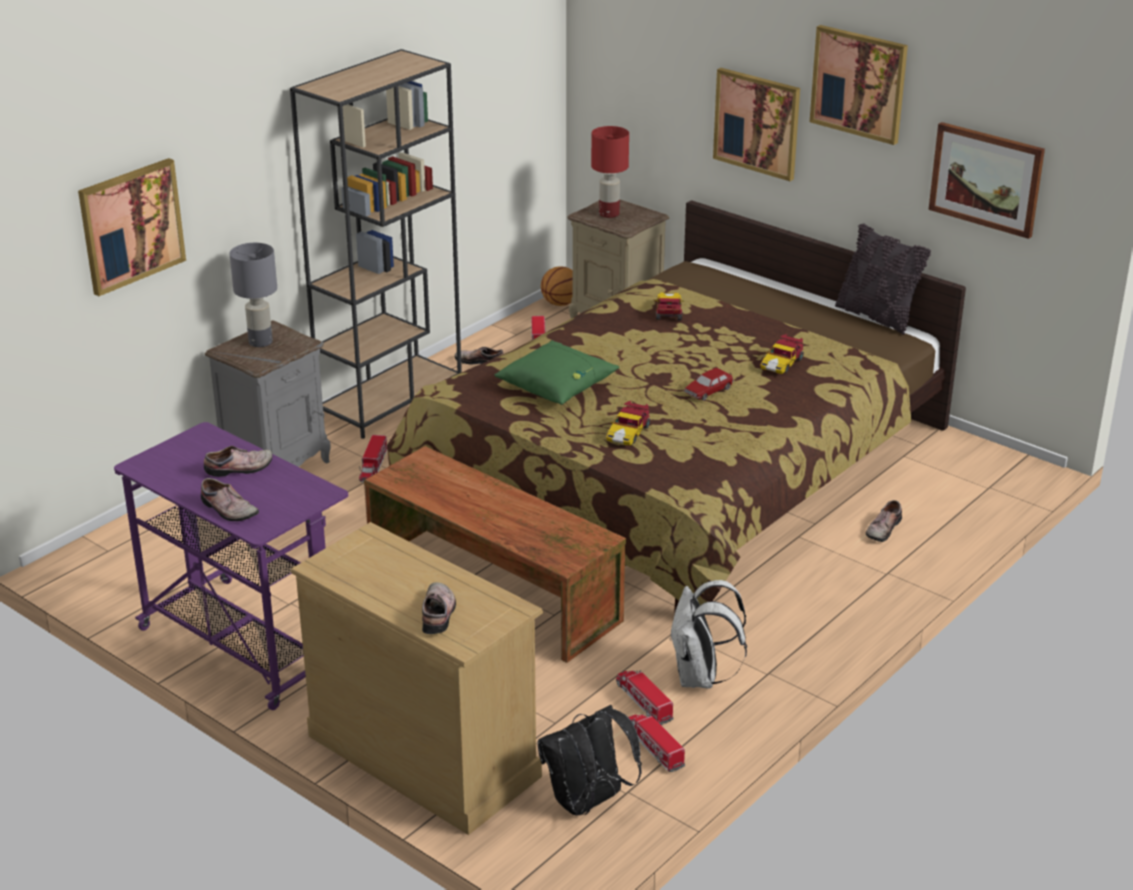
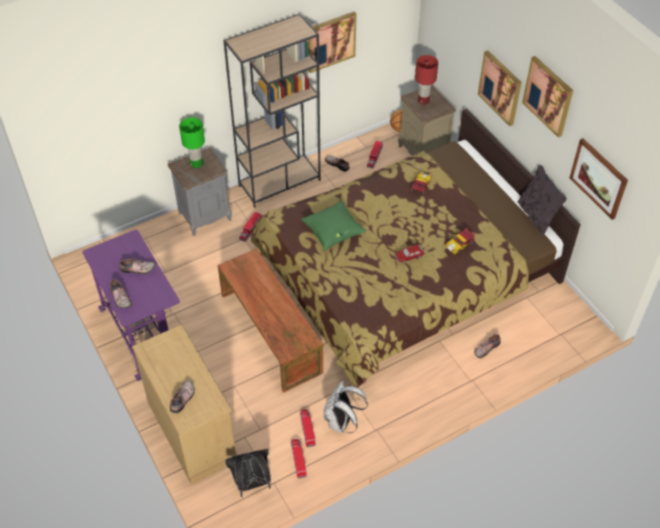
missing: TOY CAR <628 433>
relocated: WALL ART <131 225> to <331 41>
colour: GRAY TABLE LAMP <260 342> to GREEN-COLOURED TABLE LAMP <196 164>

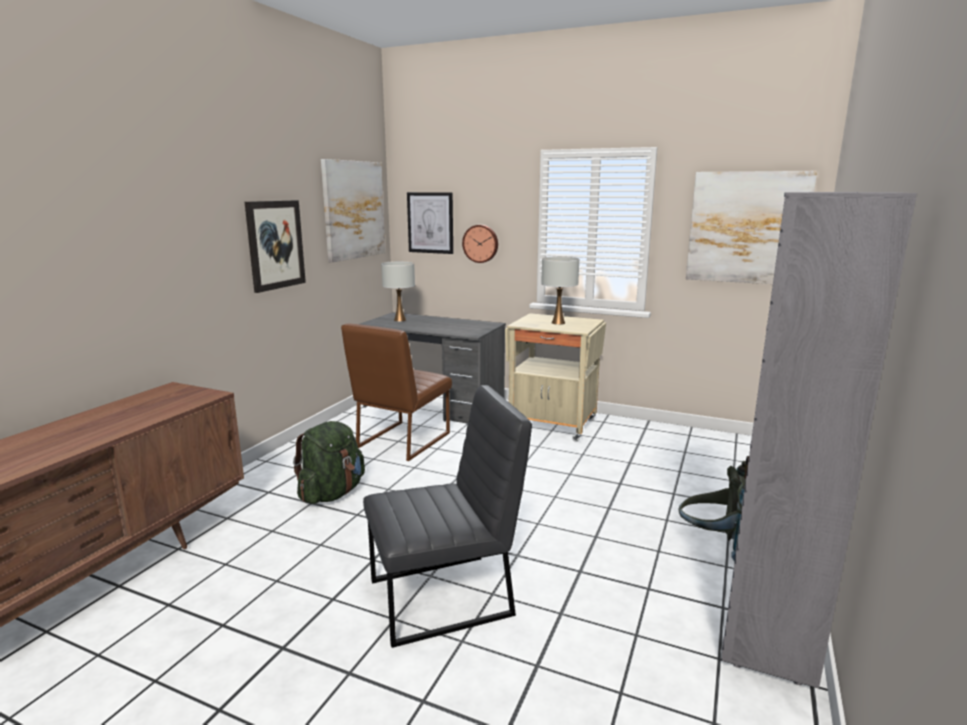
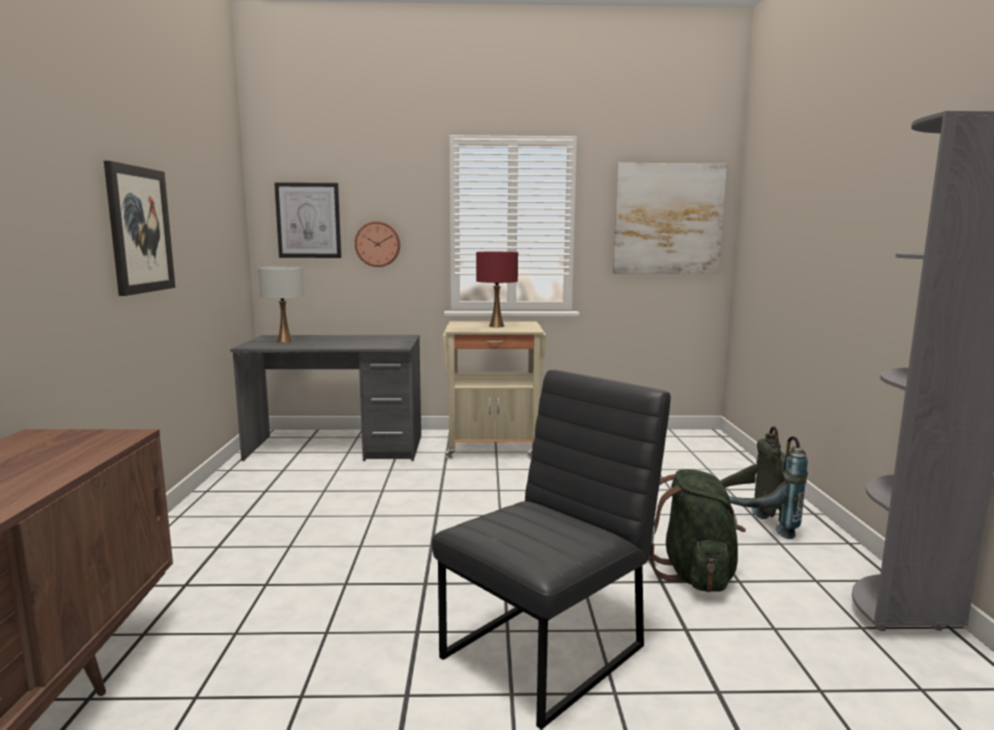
missing: WALL ART <354 210>; BROWN CHAIR <401 441>
relocated: GREEN-COLOURED RUCKSACK <332 493> to <694 574>
colour: WHITE-COLOURED TABLE LAMP <558 323> to RED TABLE LAMP <496 326>

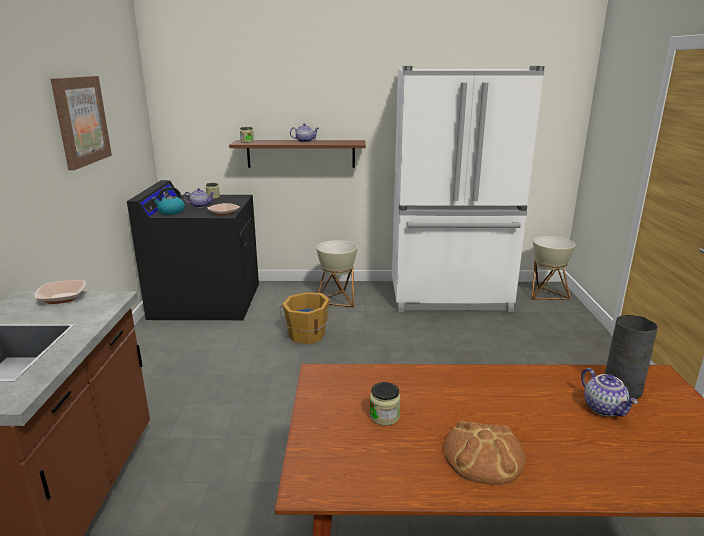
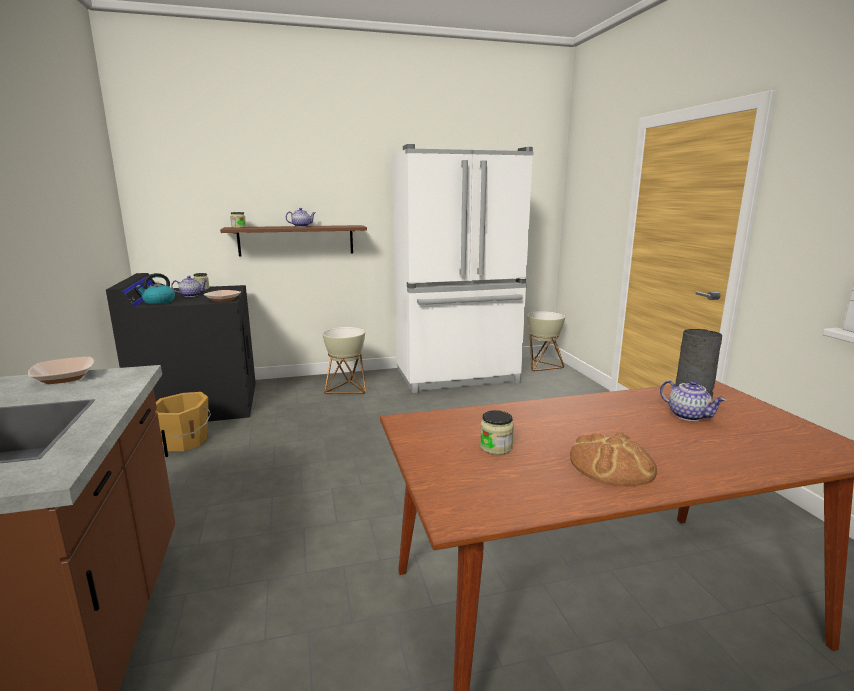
missing: WALL ART <81 121>
relocated: ORANGEY BUCKET <306 335> to <184 442>

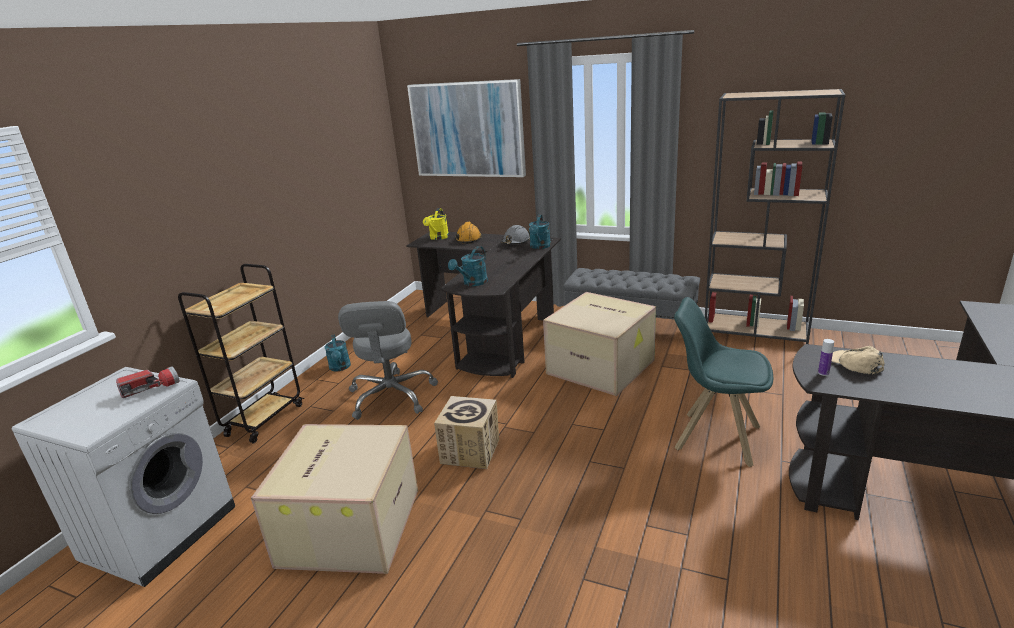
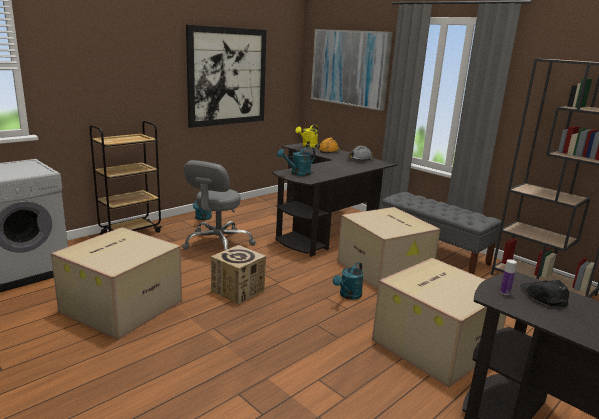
missing: FLASHLIGHT <151 389>
appeared: WALL ART <227 76>
relocated: TURQUOISE WATERING CAN <539 247> to <348 296>
exchanged: TURQUOISE CHAIR <716 438> to CARTON <434 344>
colour: BEIGE-COLOURED PEAKED CAP <854 364> to BLACK-COLOURED PEAKED CAP <543 295>

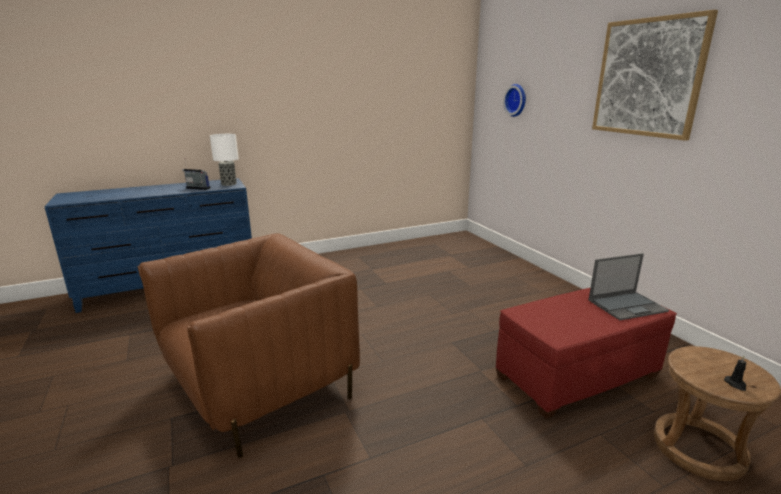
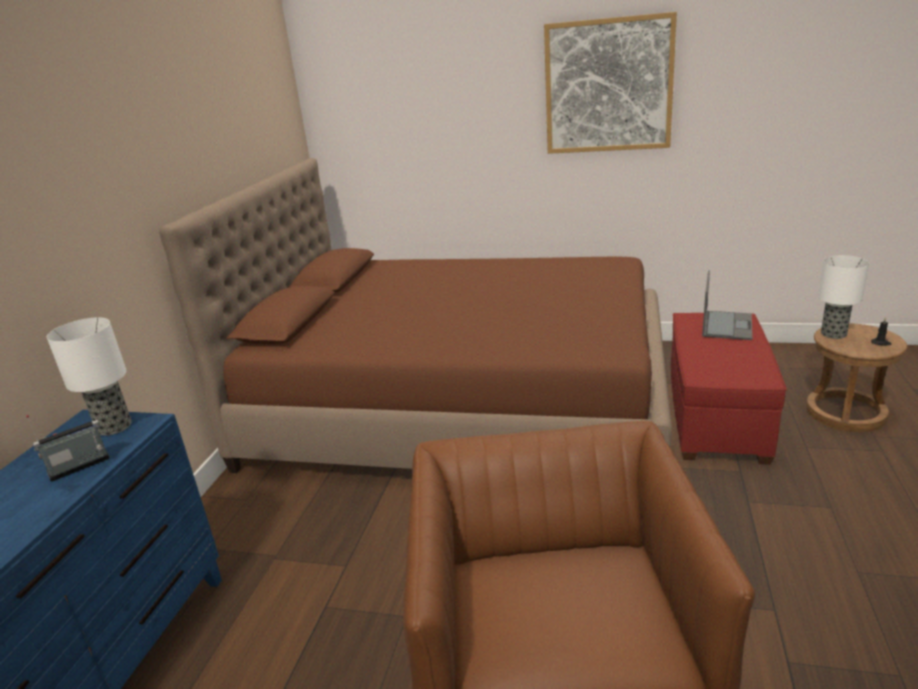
missing: HANGING CLOCK <517 100>
appeared: BROWN SLEEPING BED <461 405>; TABLE LAMP <834 334>

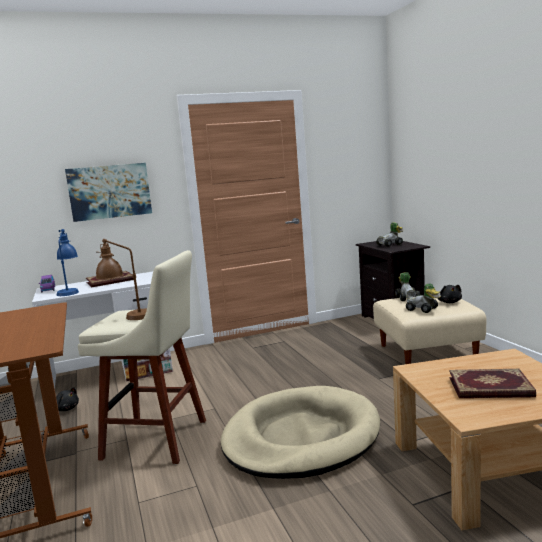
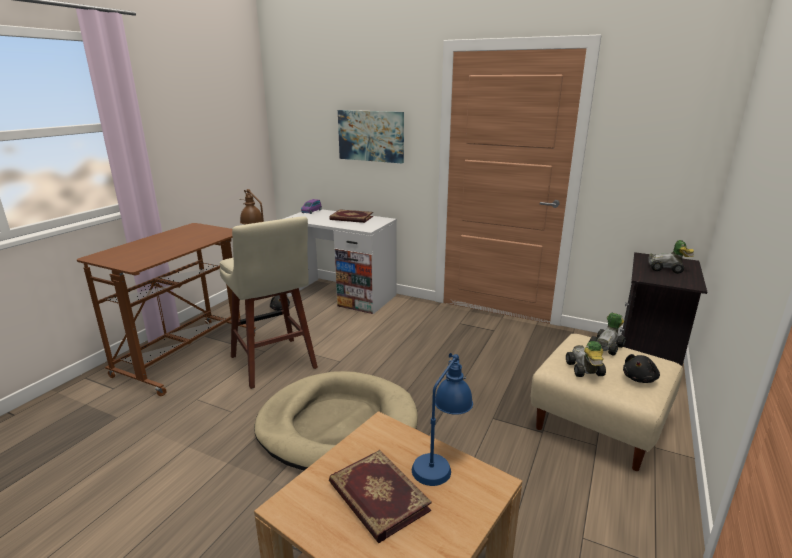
relocated: BLUE TABLE LAMP <69 291> to <441 460>

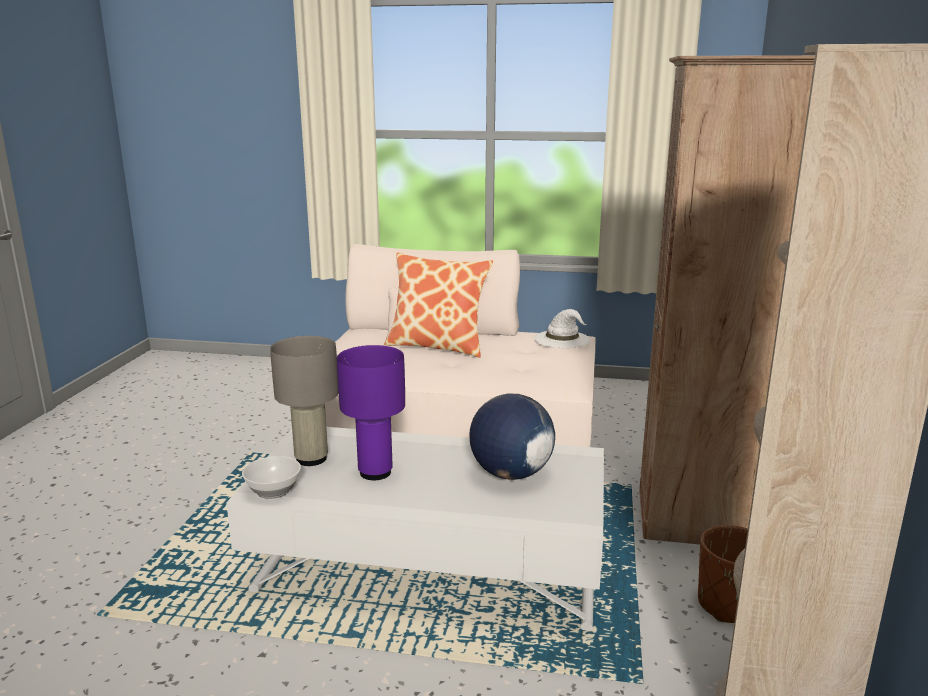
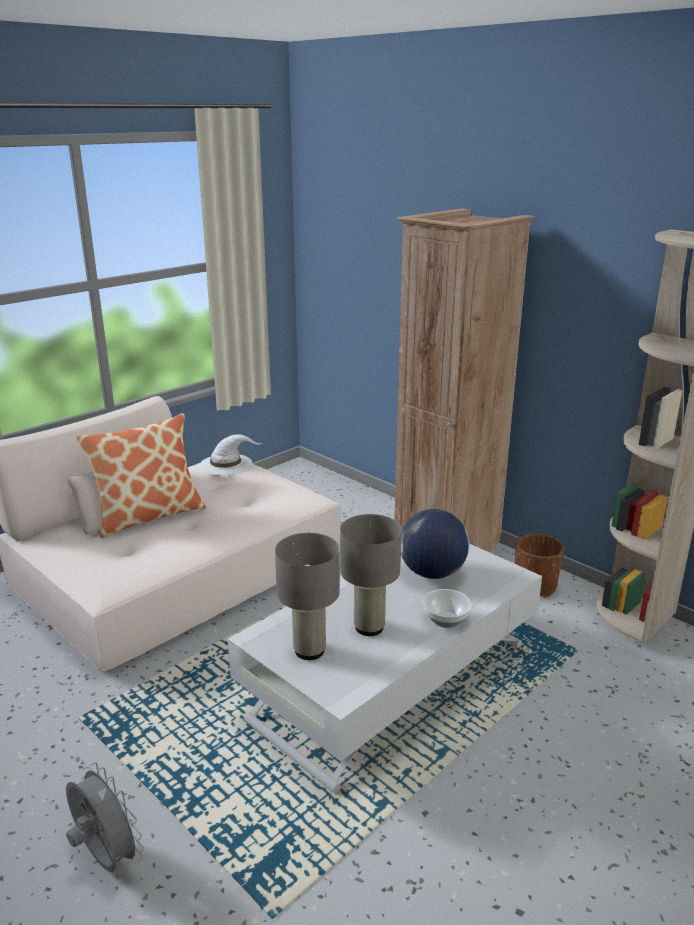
appeared: GRAY COOLING FAN <106 858>
relocated: DEEP DISH <273 491> to <447 620>
colour: PURPLE TABLE LAMP <375 472> to GRAY TABLE LAMP <368 627>

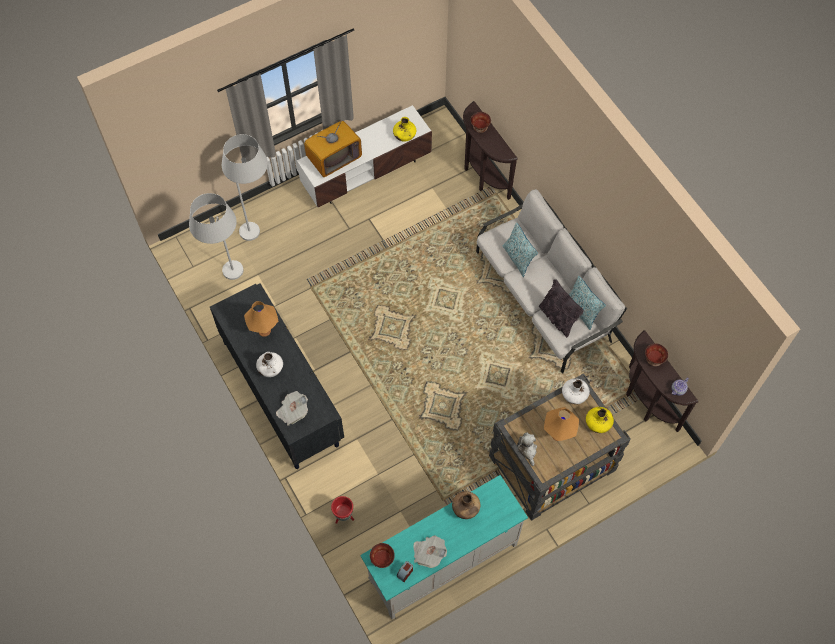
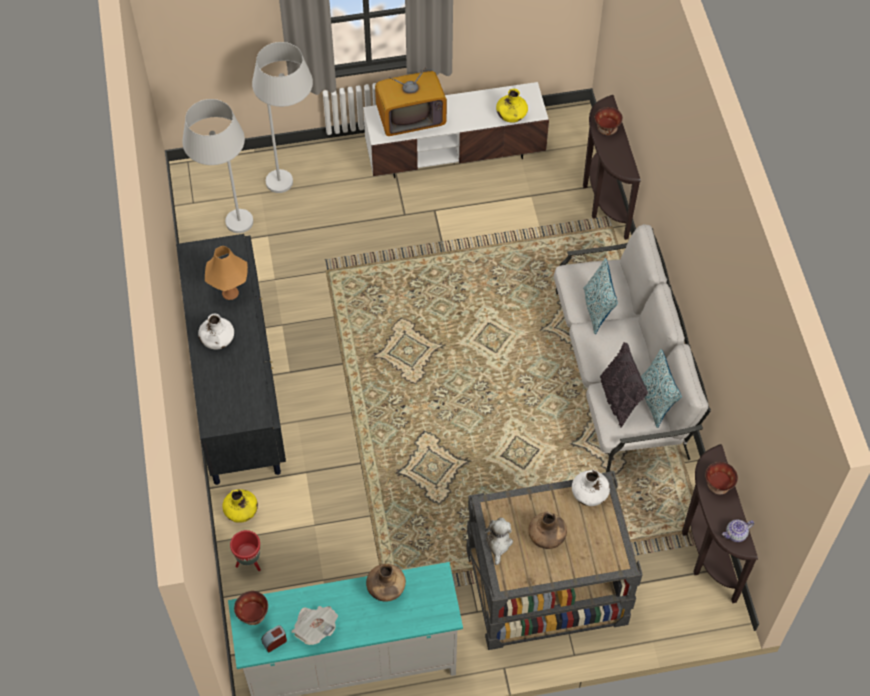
missing: PRINTED PAPER <292 411>
relocated: YELLOWISH DECORATIVE VASE <598 424> to <241 512>
exchanged: ORANGEY TABLE LAMP <558 434> to BROWN DECORATIVE VASE <547 537>

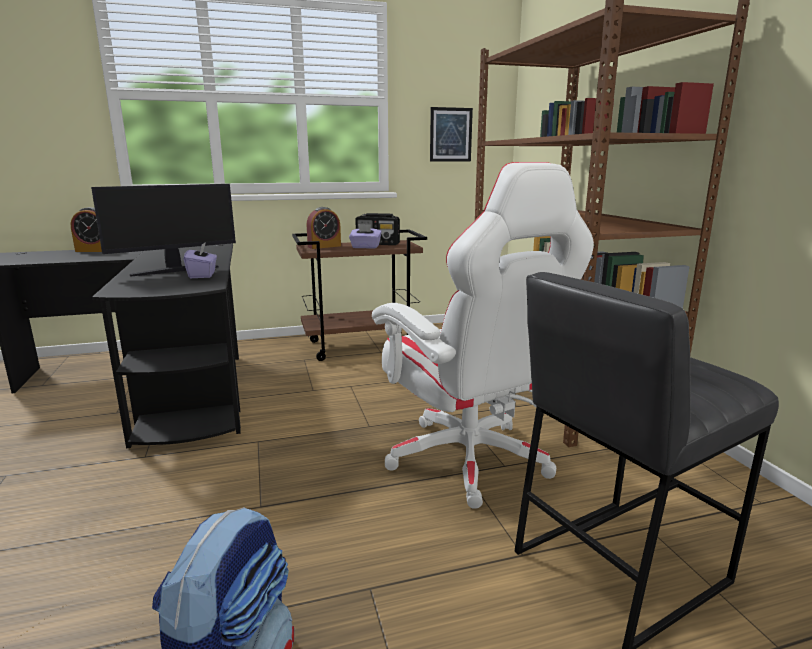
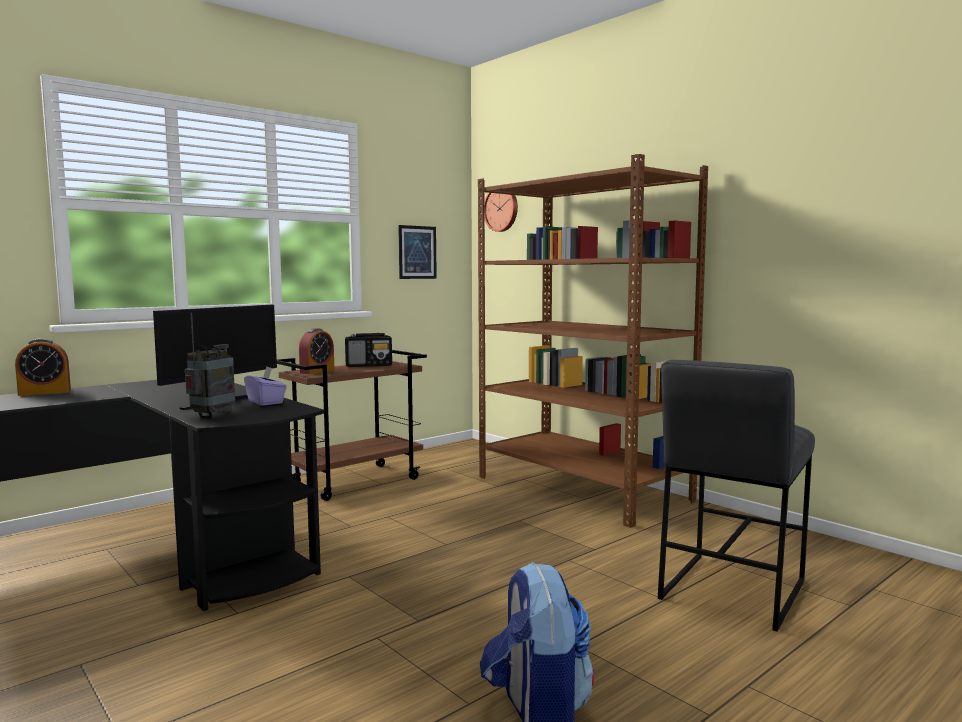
missing: PURPLE TISSUE HOLDER <365 247>; WHITE-COLOURED COMPUTER CHAIR <468 458>
appeared: RADIO SET <213 416>; HANGING CLOCK <502 208>

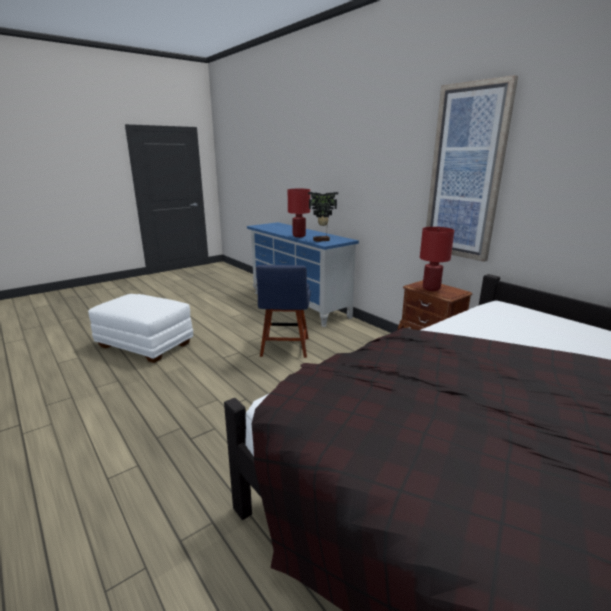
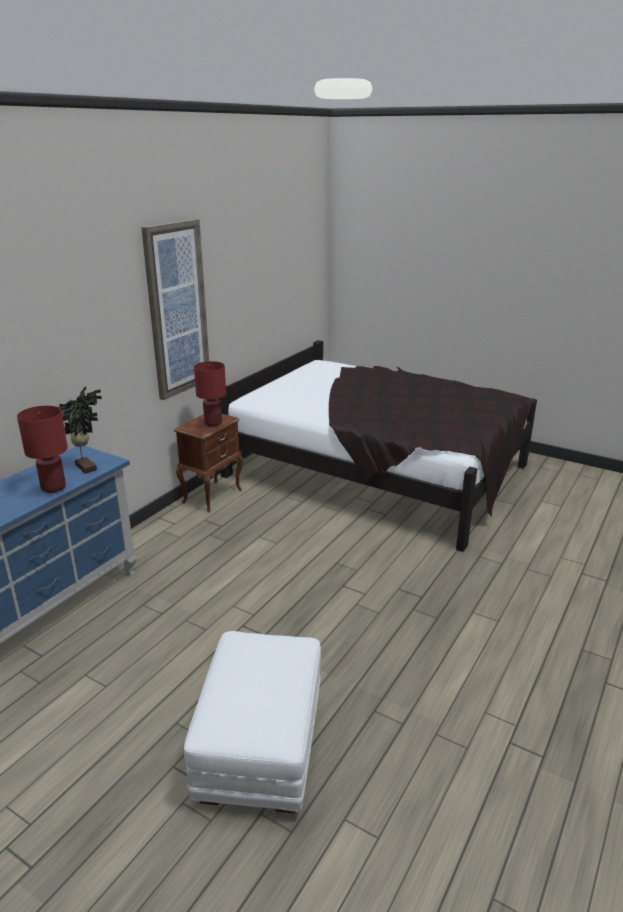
missing: BLUE CHAIR <284 348>

